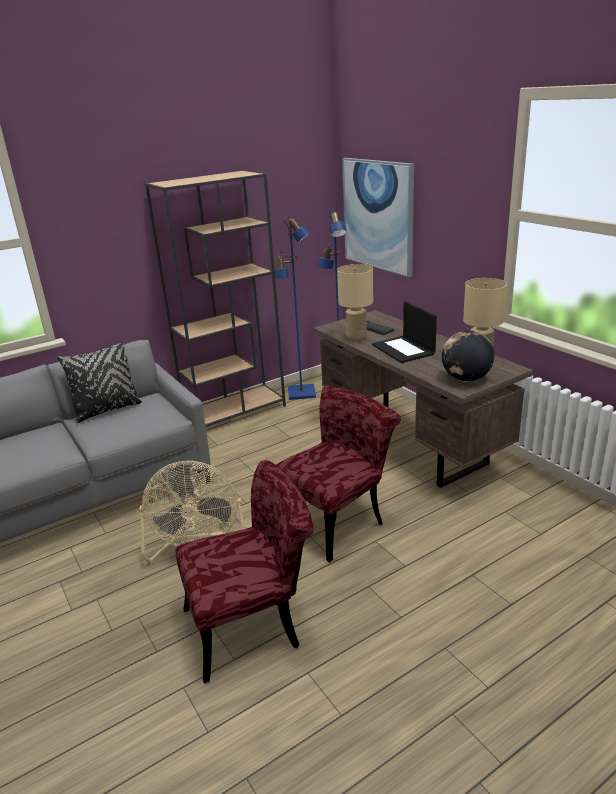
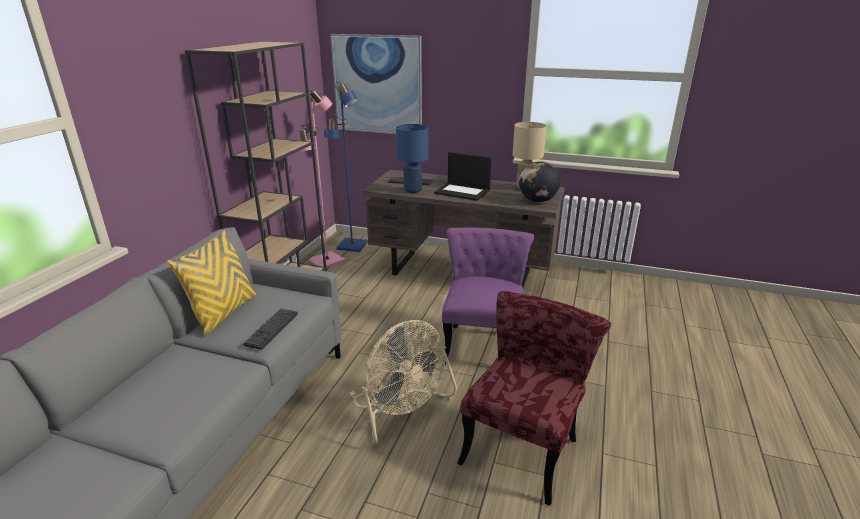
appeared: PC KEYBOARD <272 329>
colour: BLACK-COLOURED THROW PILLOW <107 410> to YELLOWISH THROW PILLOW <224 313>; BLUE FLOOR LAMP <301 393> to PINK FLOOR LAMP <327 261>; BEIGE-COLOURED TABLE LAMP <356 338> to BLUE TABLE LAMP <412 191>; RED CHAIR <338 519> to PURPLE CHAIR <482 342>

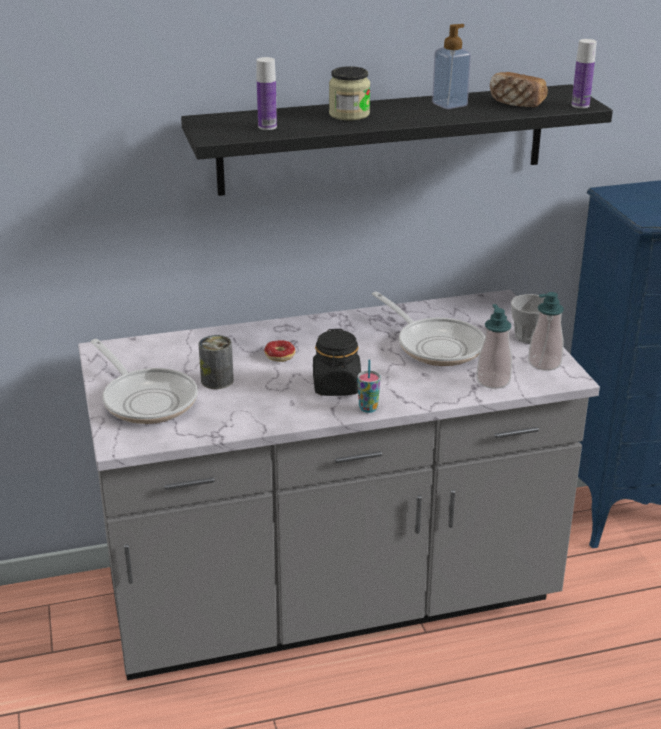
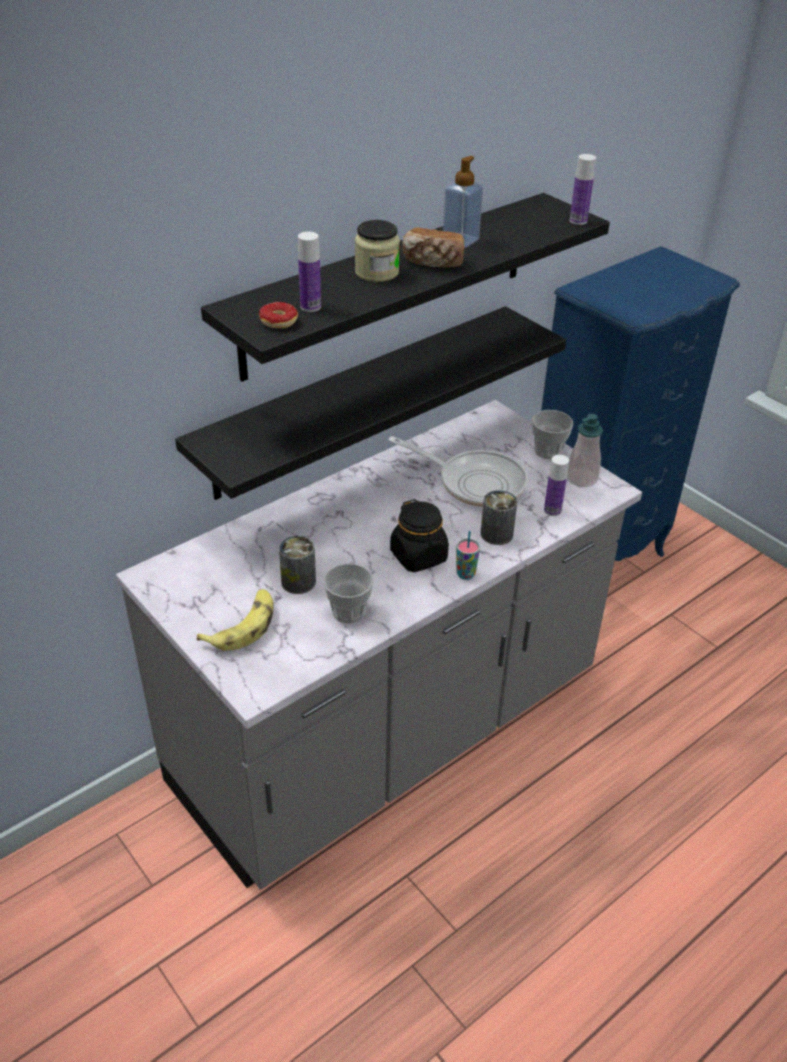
appeared: BLACK-COLOURED WALL SHELF <356 401>; SMALL CUP <348 612>; CAN <496 534>
relocated: DONUT <275 358> to <275 325>; BAKED BREAD <516 103> to <433 262>
exchanged: FRYING PAN <146 399> to BANANA <243 626>; SOAP DISPENSER <493 381> to DRINK BOTTLE <552 510>

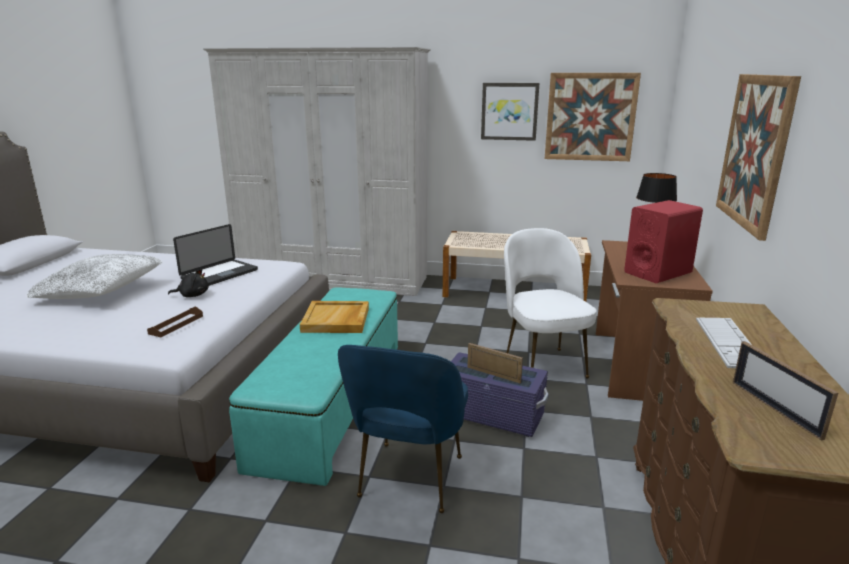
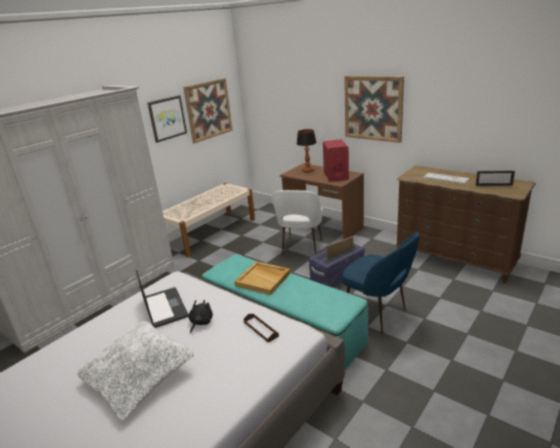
spun: WHITE-COLOURED CHAIR <542 363> = <301 249> 90 degrees counterclockwise

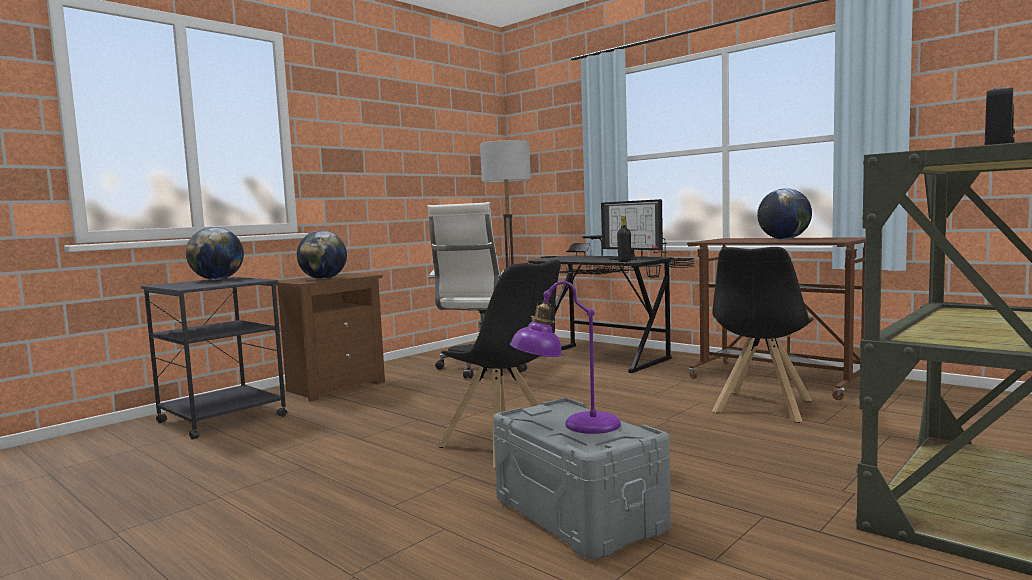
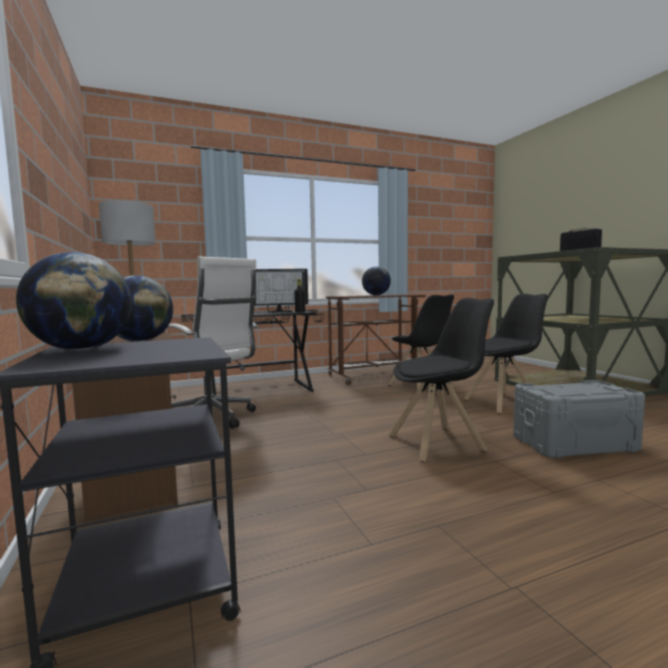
missing: PURPLE TABLE LAMP <568 425>
appeared: BLACK-COLOURED CHAIR <504 402>

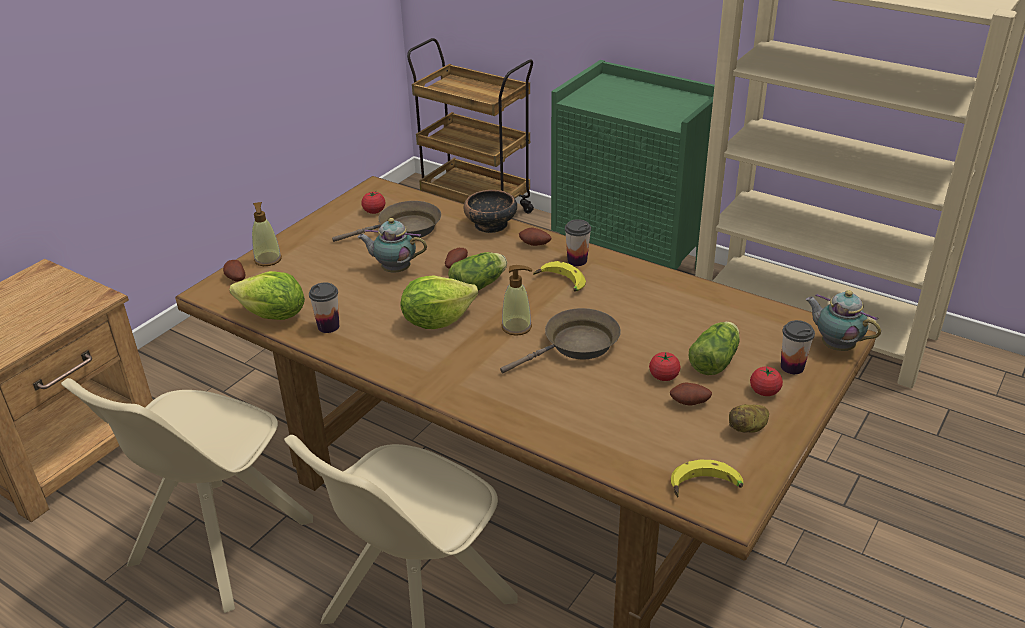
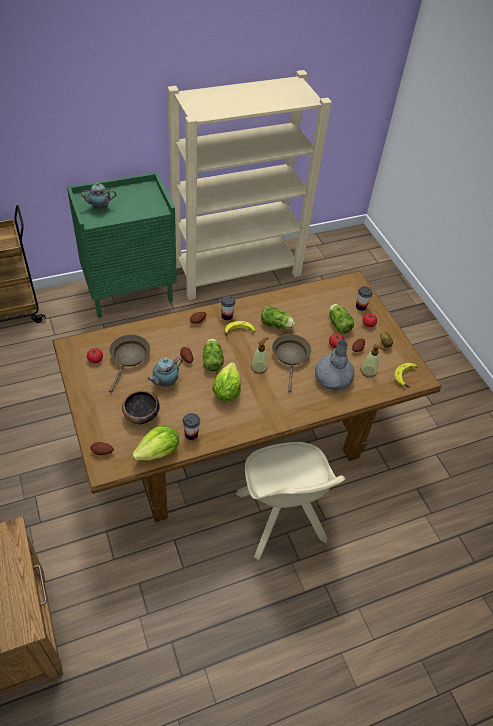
missing: BEIGE-COLOURED CHAIR <218 545>
appeared: LETTUCE HEAD <277 325>; GRAY DECORATIVE VASE <333 378>
relocated: TEA POT <835 346> to <99 208>; DEEP DISH <490 225> to <141 415>; SOAP DISPENSER <268 260> to <368 371>

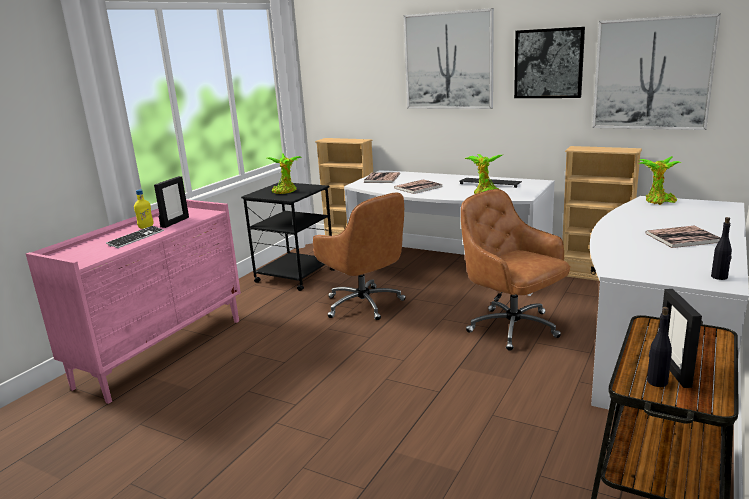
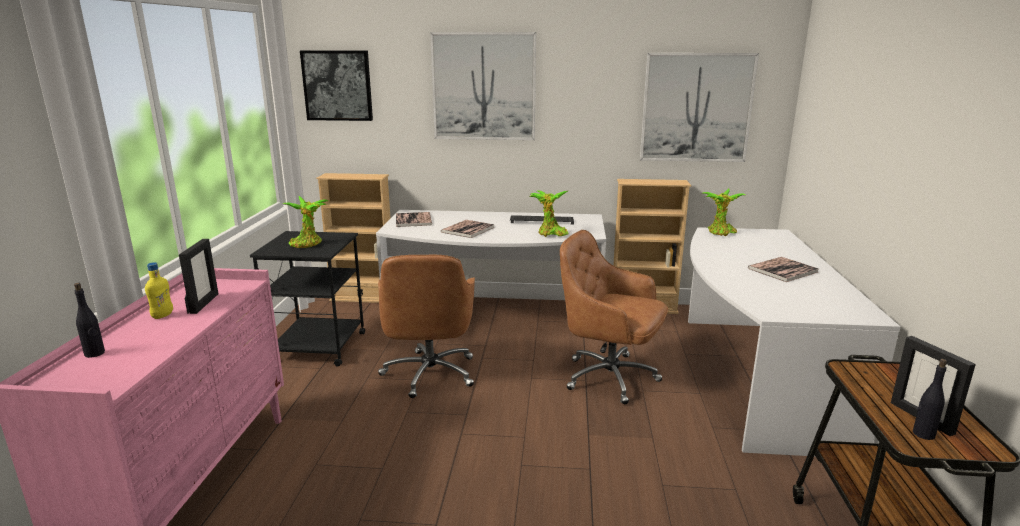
missing: PC KEYBOARD <136 238>
relocated: BLACK-COLOURED DRINK BOTTLE <719 277> to <95 353>; WALL ART <548 63> to <337 85>
spun: BROWN COMPUTER CHAIR <363 304> = <429 373> 60 degrees clockwise

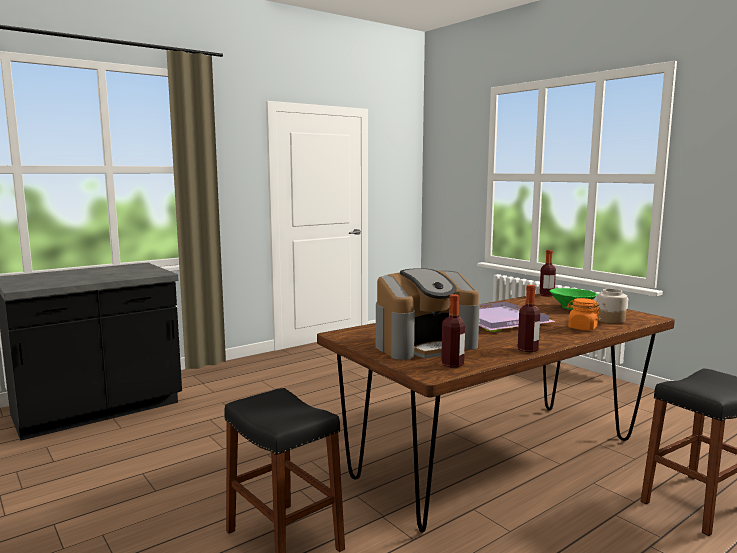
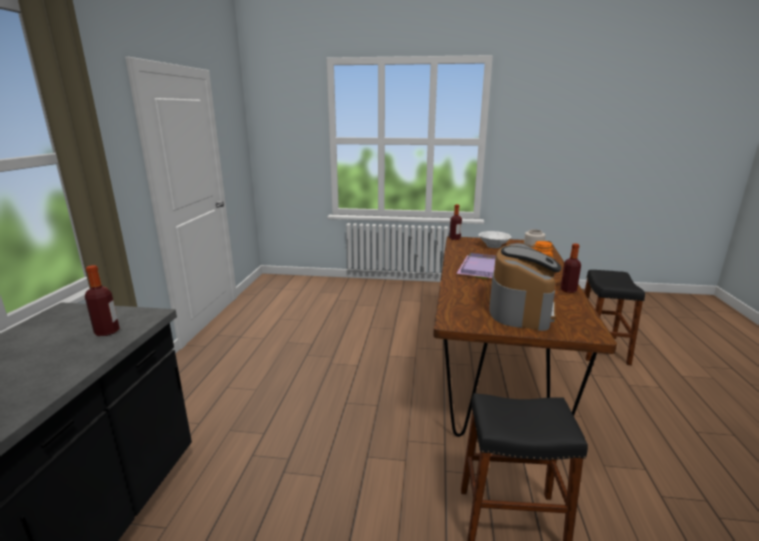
relocated: DRINK BOTTLE <452 364> to <107 332>
colour: GREEN-COLOURED DEEP DISH <572 308> to WHITE-COLOURED DEEP DISH <493 246>

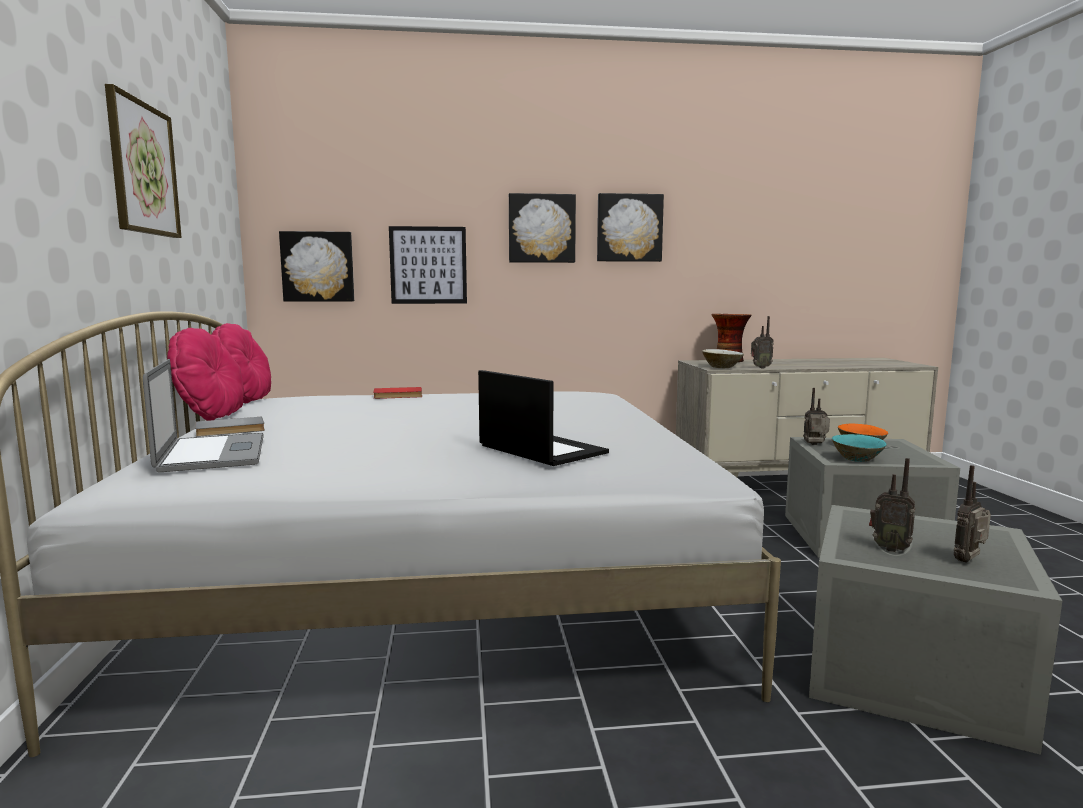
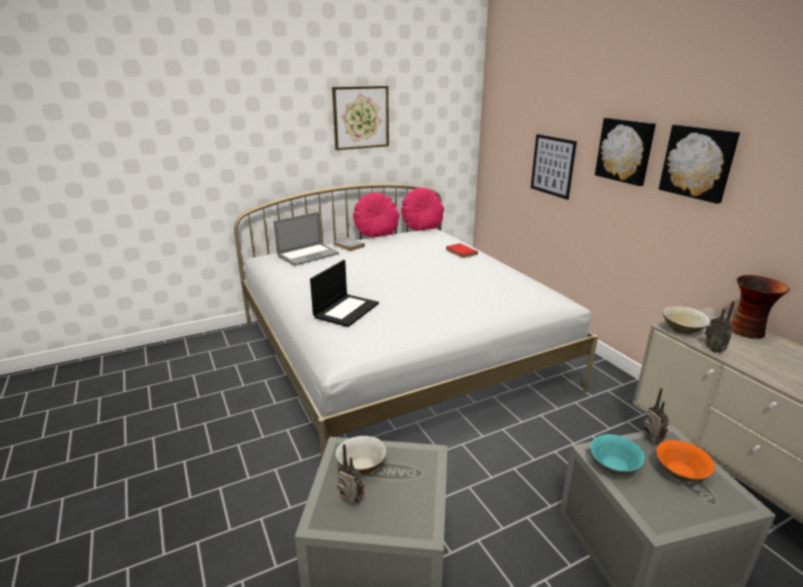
missing: WALL ART <318 266>
exchanged: RADIO SET <889 548> to BEIGE-COLOURED DEEP DISH <361 466>

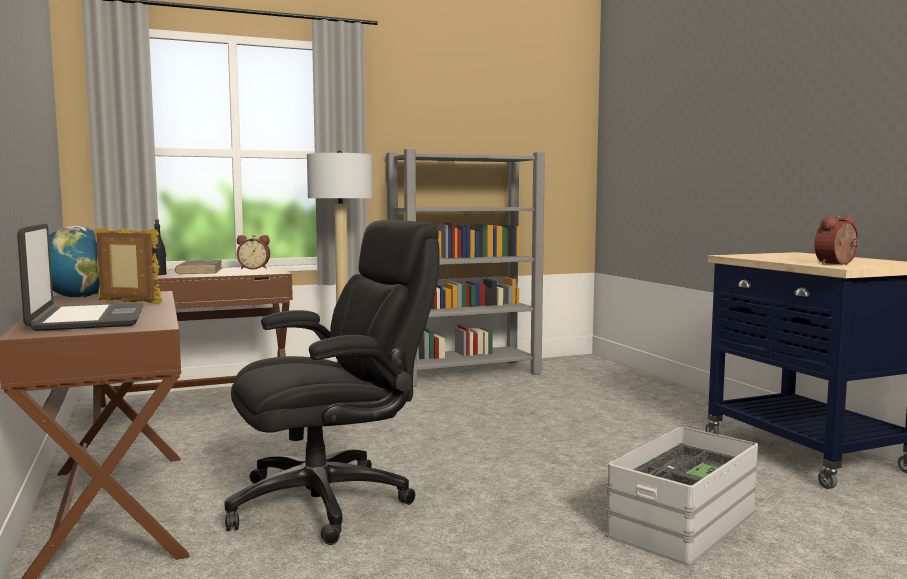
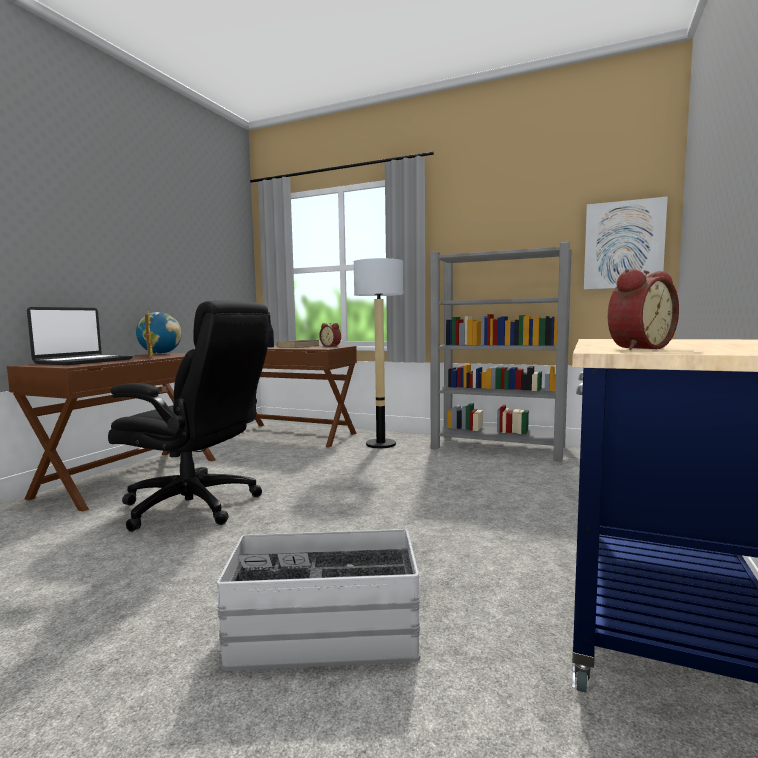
appeared: WALL ART <623 245>
spun: ALARM CLOCK <837 264> = <637 348> 135 degrees clockwise

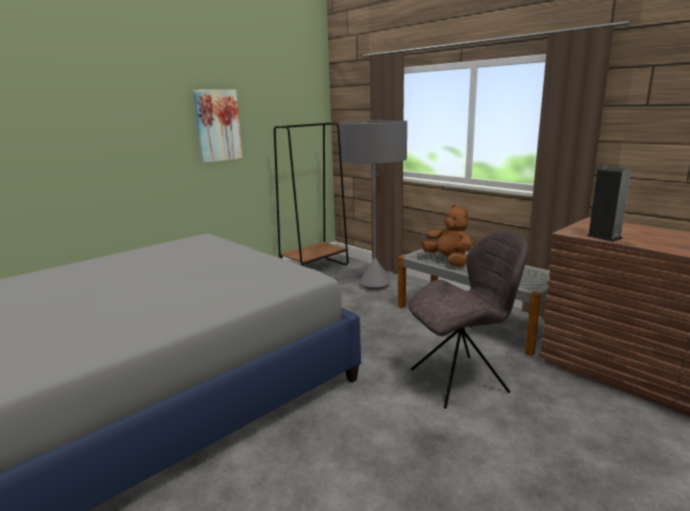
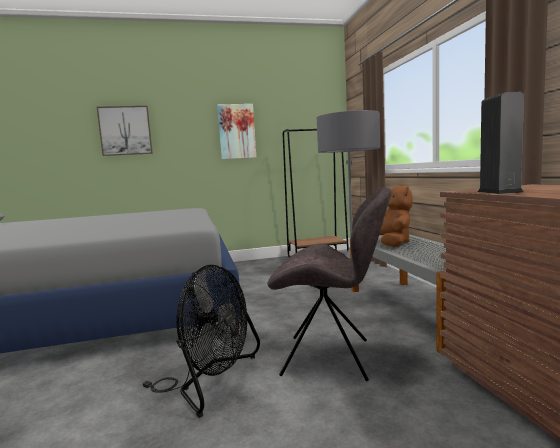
appeared: WALL ART <125 130>; BLACK-COLOURED COOLING FAN <209 382>

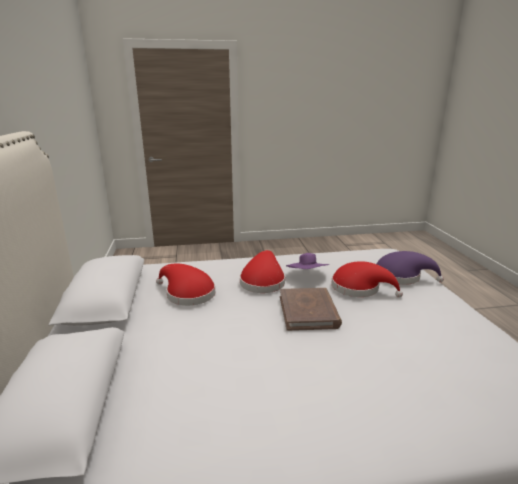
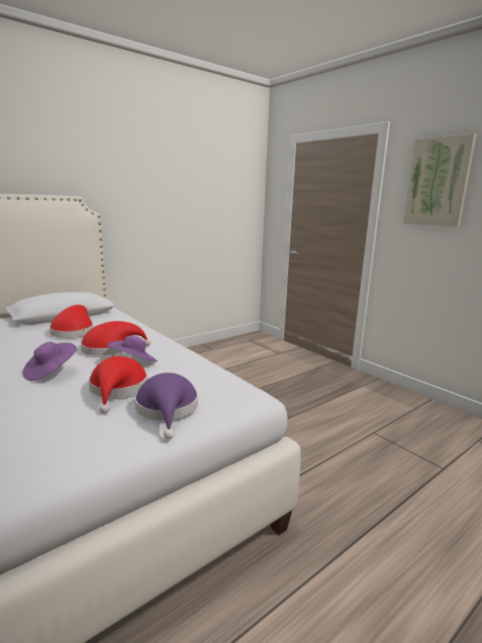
appeared: WALL ART <438 182>
exchanged: BROWN BOOK <308 311> to PURPLE HAT <50 372>

